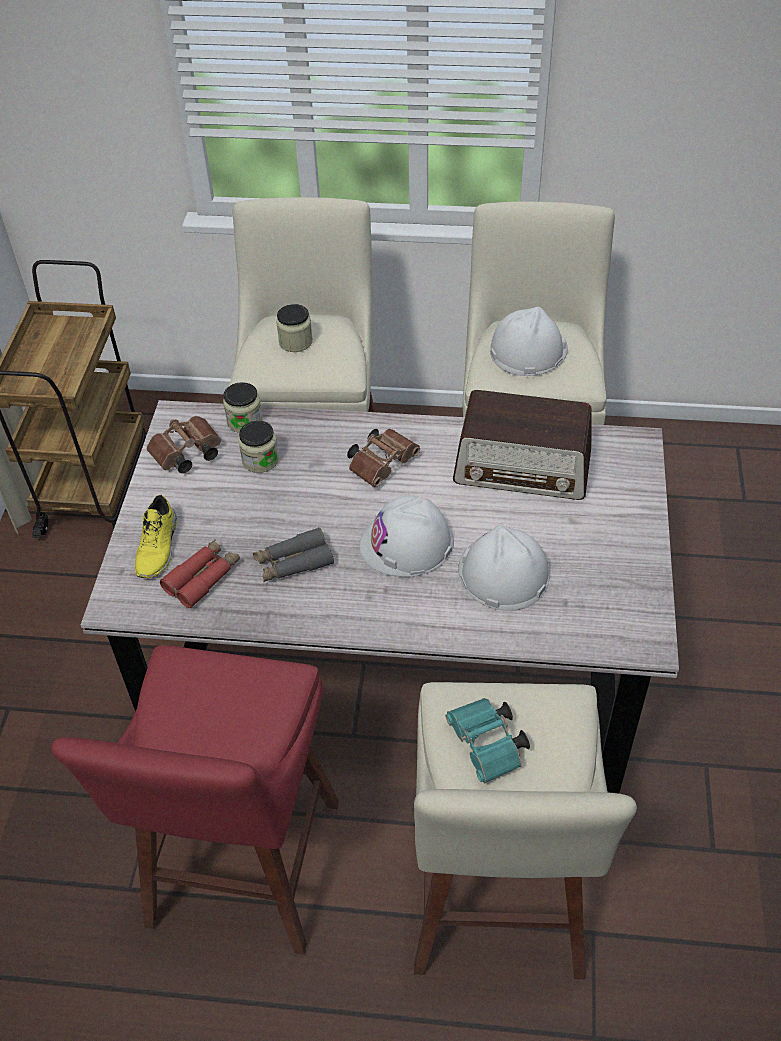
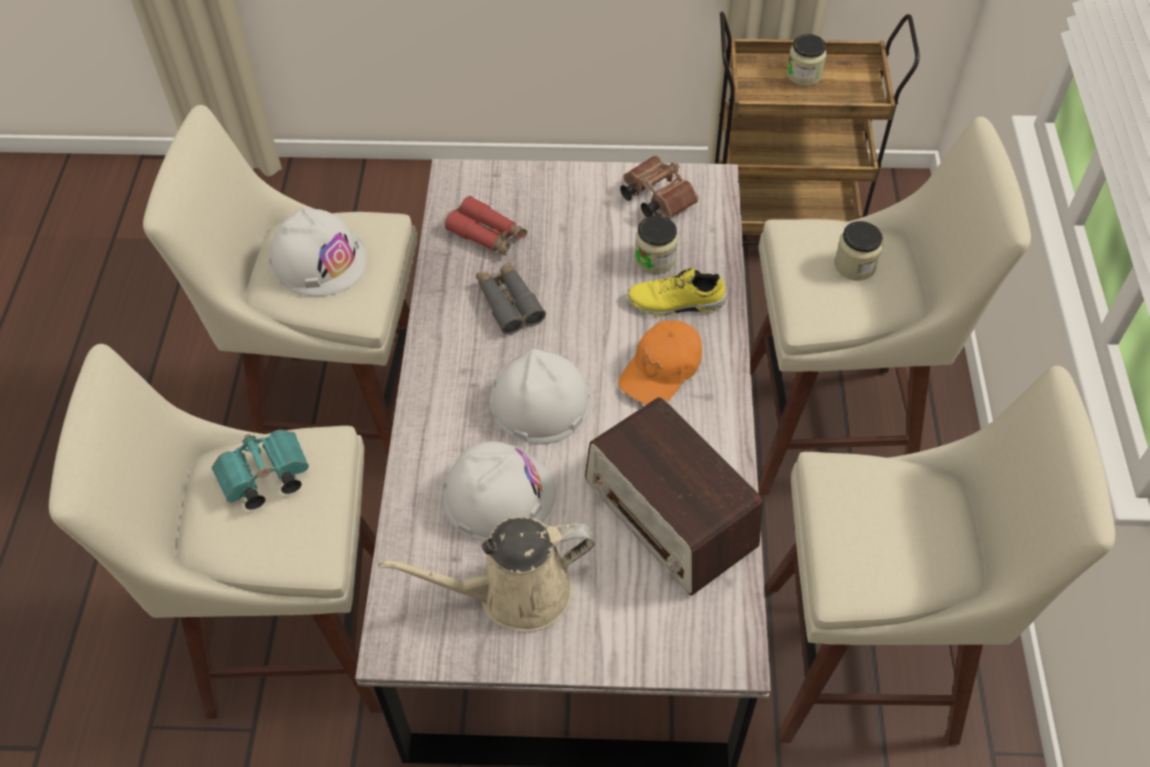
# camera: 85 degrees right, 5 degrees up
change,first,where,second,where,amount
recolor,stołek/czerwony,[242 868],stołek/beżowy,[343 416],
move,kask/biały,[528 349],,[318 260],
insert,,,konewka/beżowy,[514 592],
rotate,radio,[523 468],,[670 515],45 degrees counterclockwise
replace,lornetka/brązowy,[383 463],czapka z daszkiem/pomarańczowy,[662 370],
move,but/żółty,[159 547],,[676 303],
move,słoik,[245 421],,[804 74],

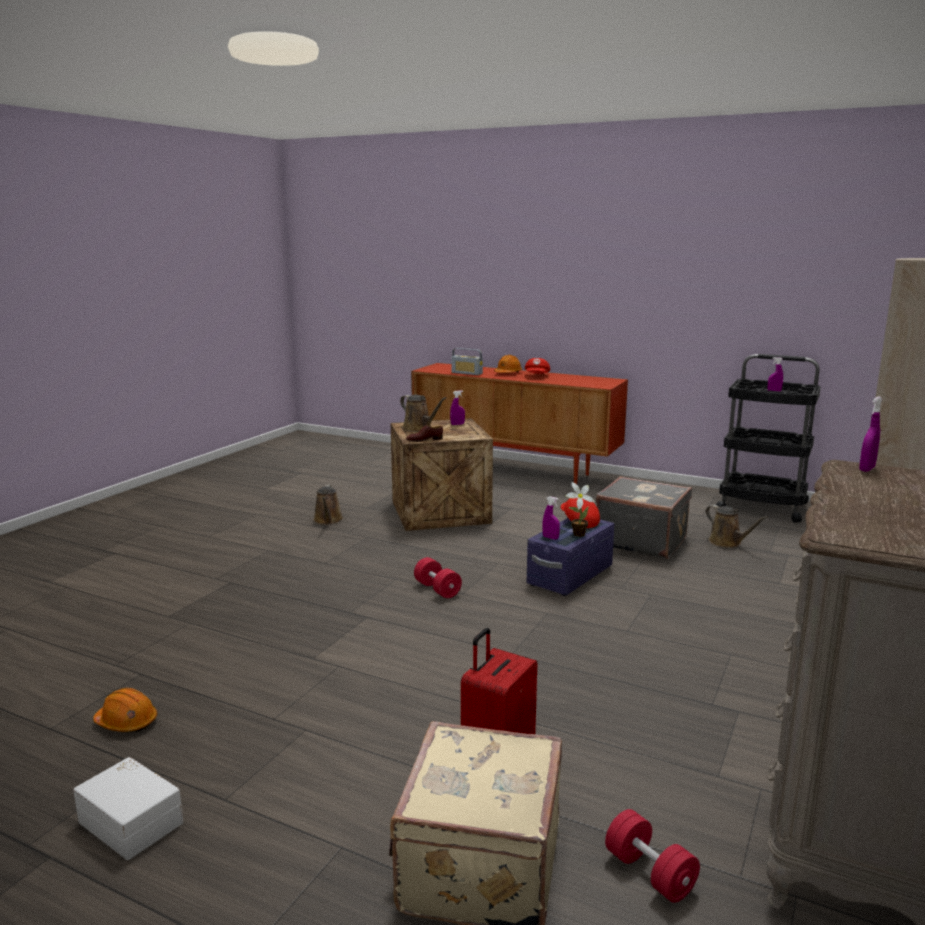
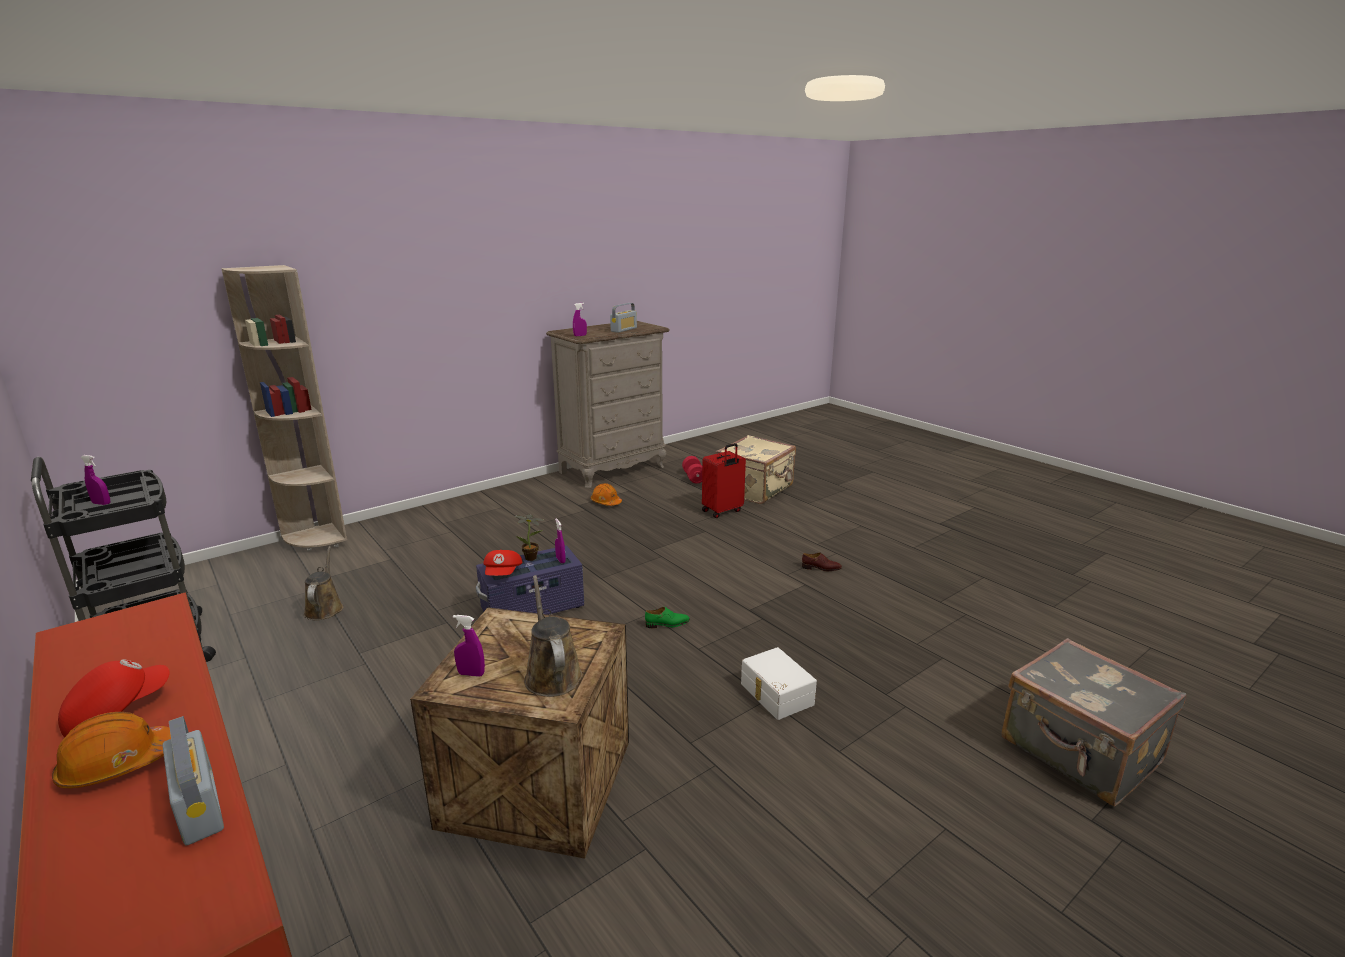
# camera: 155 degrees left, 5 degrees up
change,first,where,second,where,amount
move,kask/pomarańczowy,[127 722],,[606 502],
insert,,,radio,[624 330],
replace,hantel/czerwony,[437 589],but/zielony,[667 624],
move,pojemnik do przechowywania/biały,[133 821],,[775 694],
move,but/brązowy,[424 440],,[821 568],
move,walizka/szary,[641 541],,[1079 752],
delete,konewka/brązowy,[328 520],,,

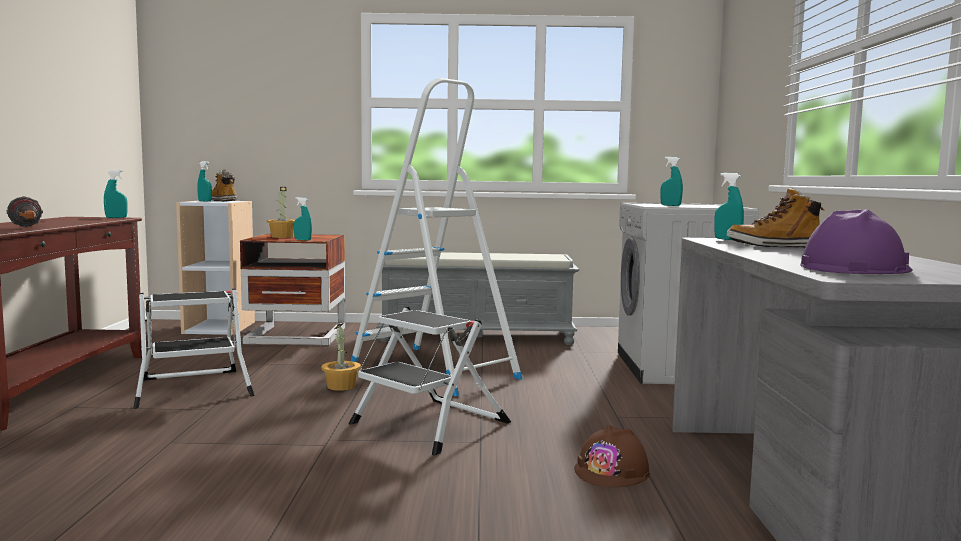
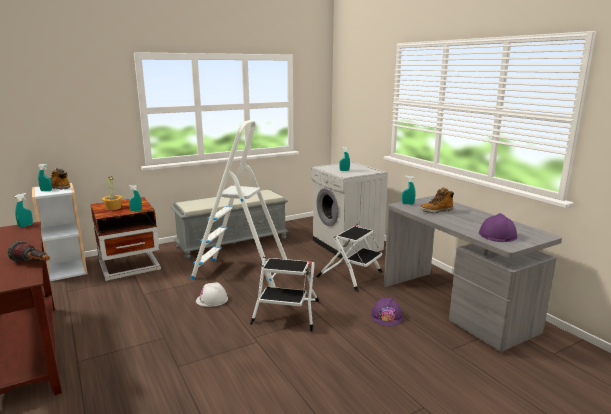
# camera: 30 degrees left, 10 degrees up
change,first,where,second,where,amount
replace,roślina doniczkowa,[341 386],kask/biały,[212 299],
move,drabinka,[193 388],,[350 275],
recolor,kask/brązowy,[612 471],kask/fioletowy,[386 317],

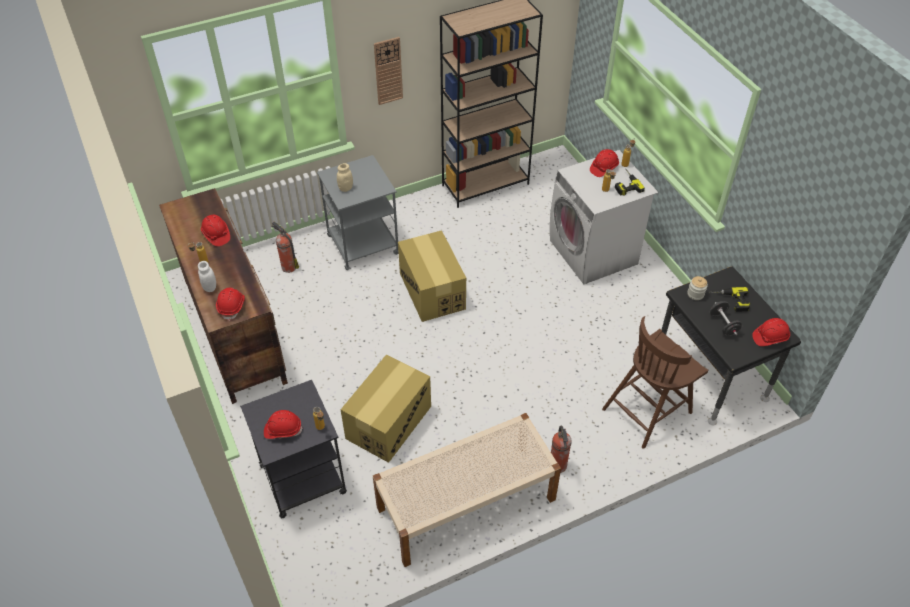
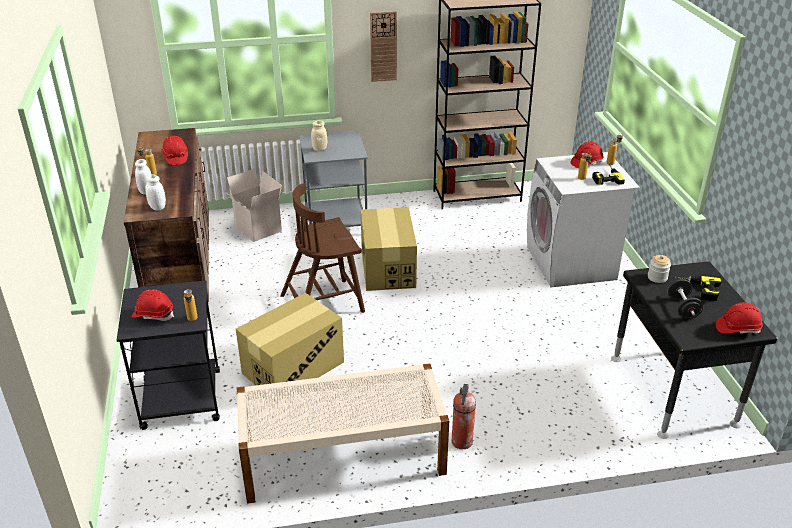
# camera: 15 degrees right, 15 degrees down
change,first,where,second,where,amount
replace,kask/czerwony,[232 307],słoik/biały,[157 207],
replace,gaśnica,[288 266],karton,[256 229],
move,krzesło/brązowy,[648 409],,[324 303],

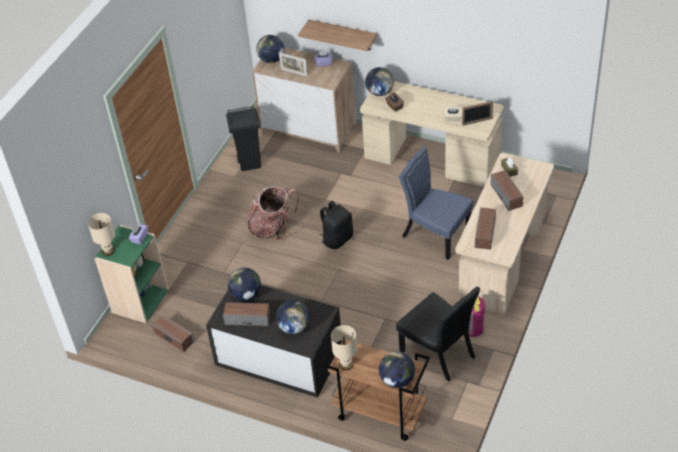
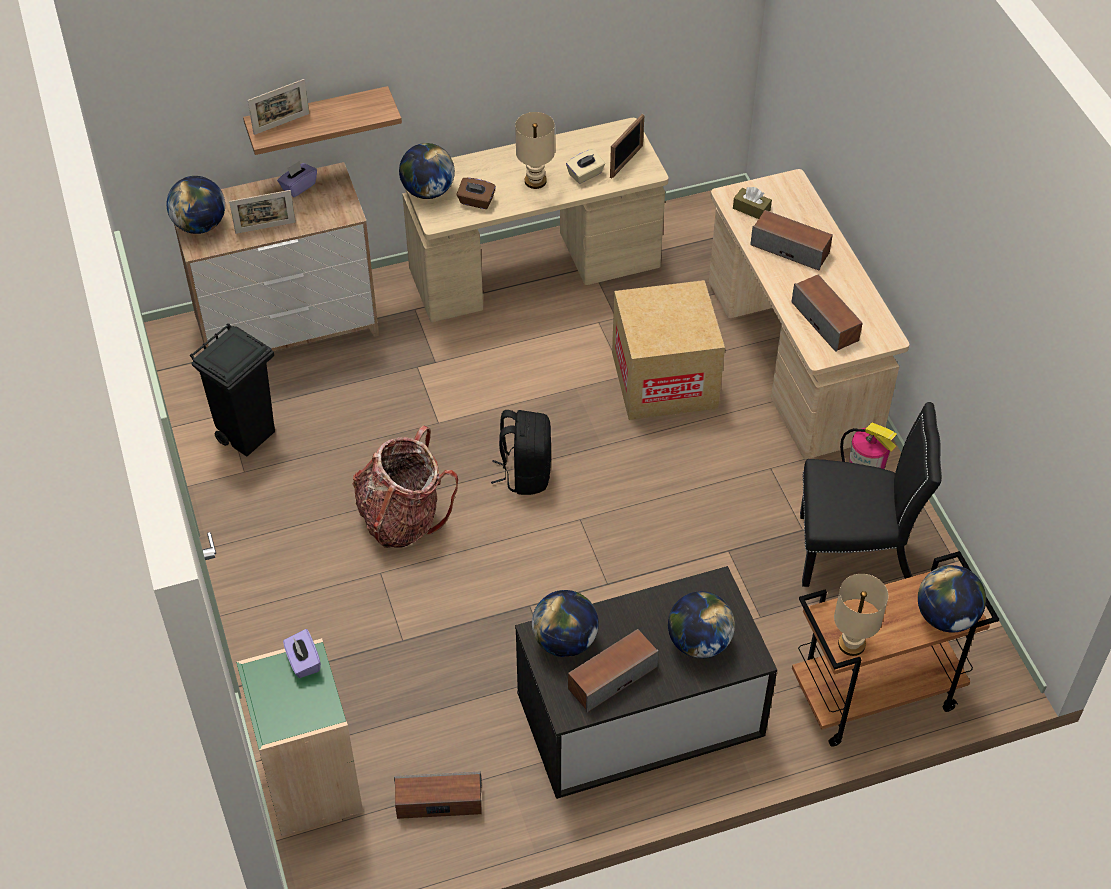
# camera: 45 degrees left, 5 degrees up
change,first,where,second,where,amount
insert,,,ramka na zdjęcie,[281 124],
move,lampa stołowa/beżowy,[108 251],,[535 181],
replace,krzesło/niebieski,[436 235],karton,[664 380],

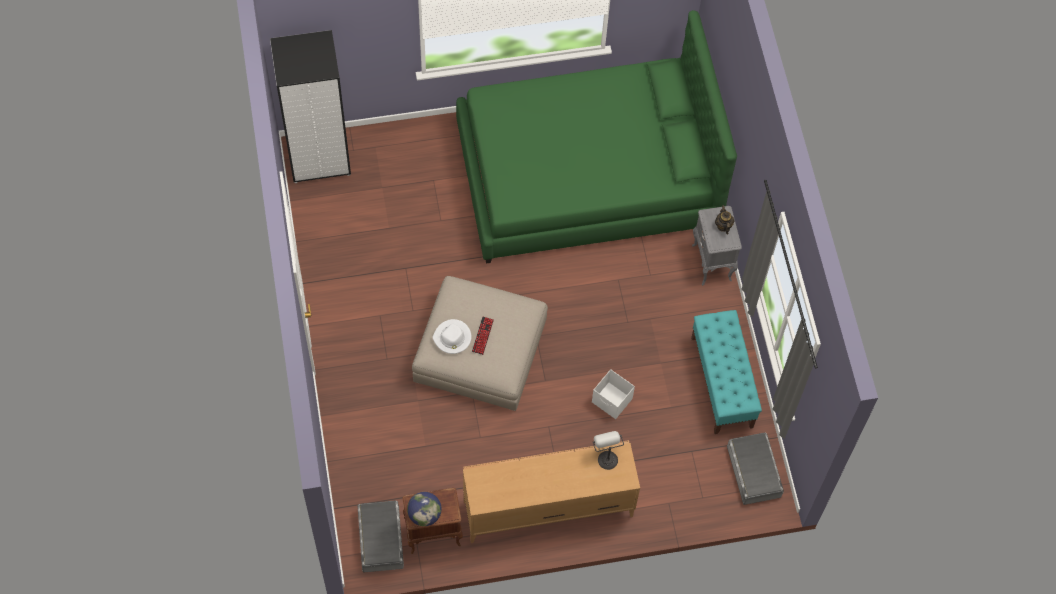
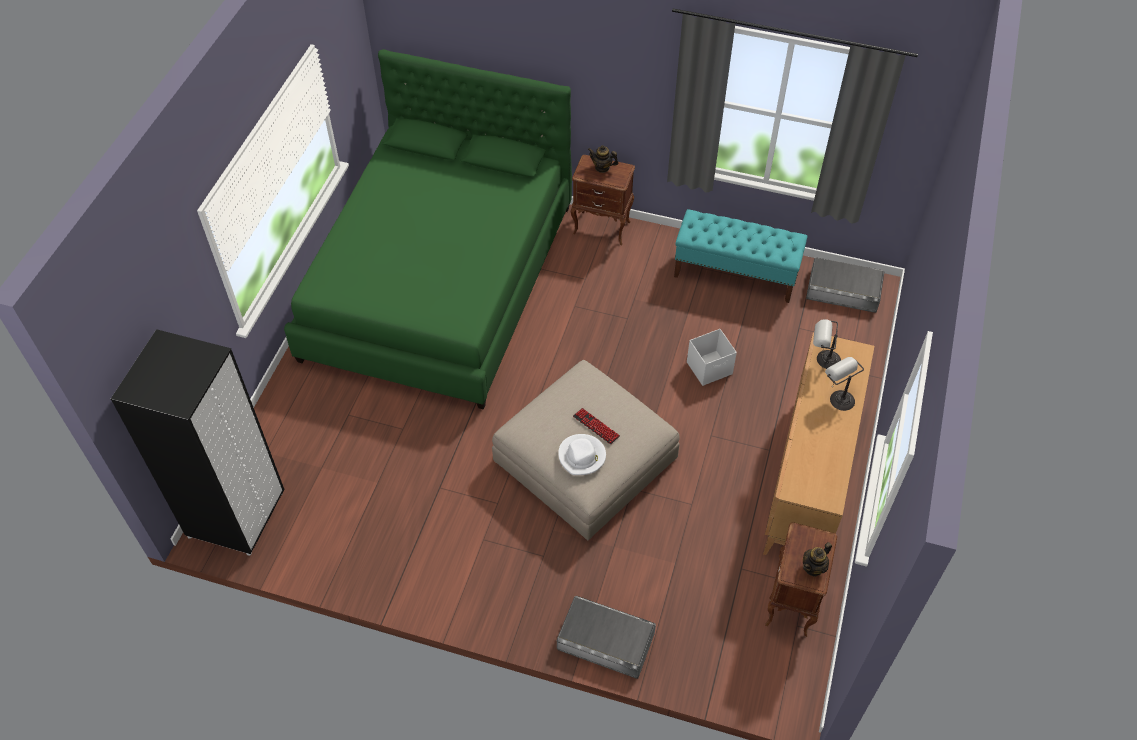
# camera: 60 degrees left, 10 degrees down
change,first,where,second,where,amount
move,pojemnik do przechowywania/szary,[380 539],,[605 641],
recolor,szafka nocna/szary,[712 263],szafka nocna/brązowy,[602 228],
replace,globus,[424 514],imbryk,[813 568],
insert,,,lampa stołowa,[838 397],

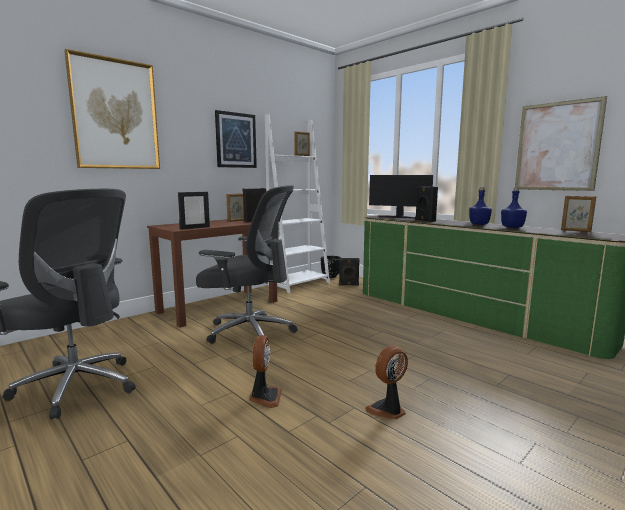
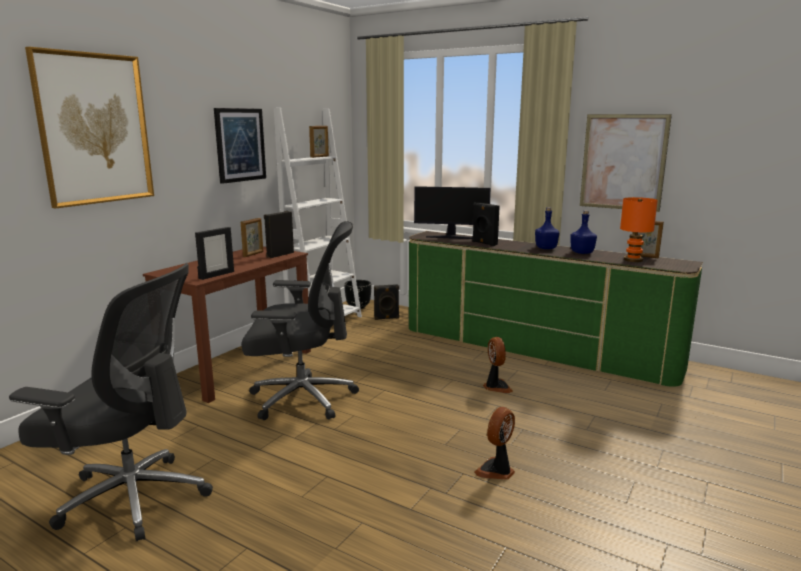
# camera: 15 degrees left, 5 degrees up
change,first,where,second,where,amount
move,wentylator,[264 397],,[496 387],
insert,,,lampa stołowa/pomarańczowy,[633 259],

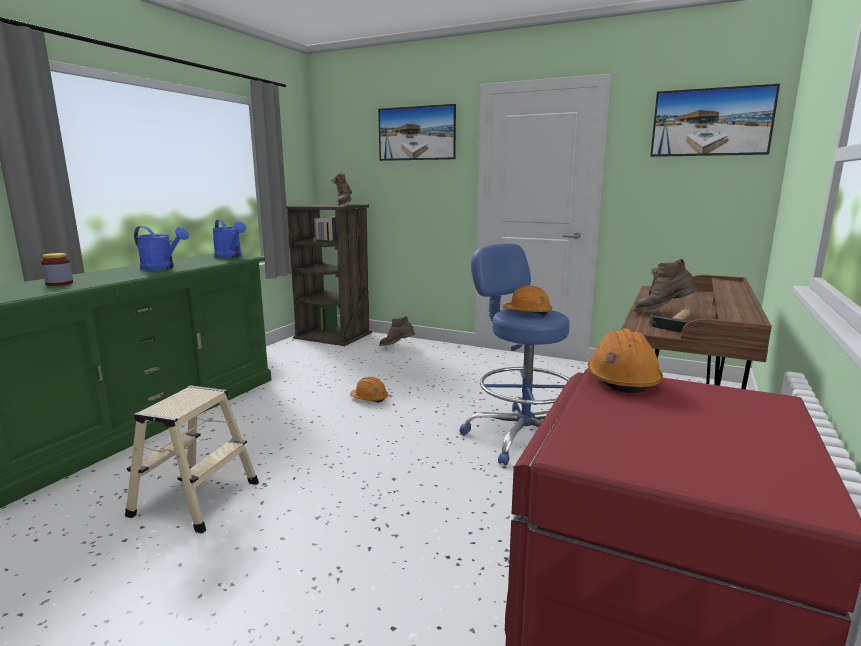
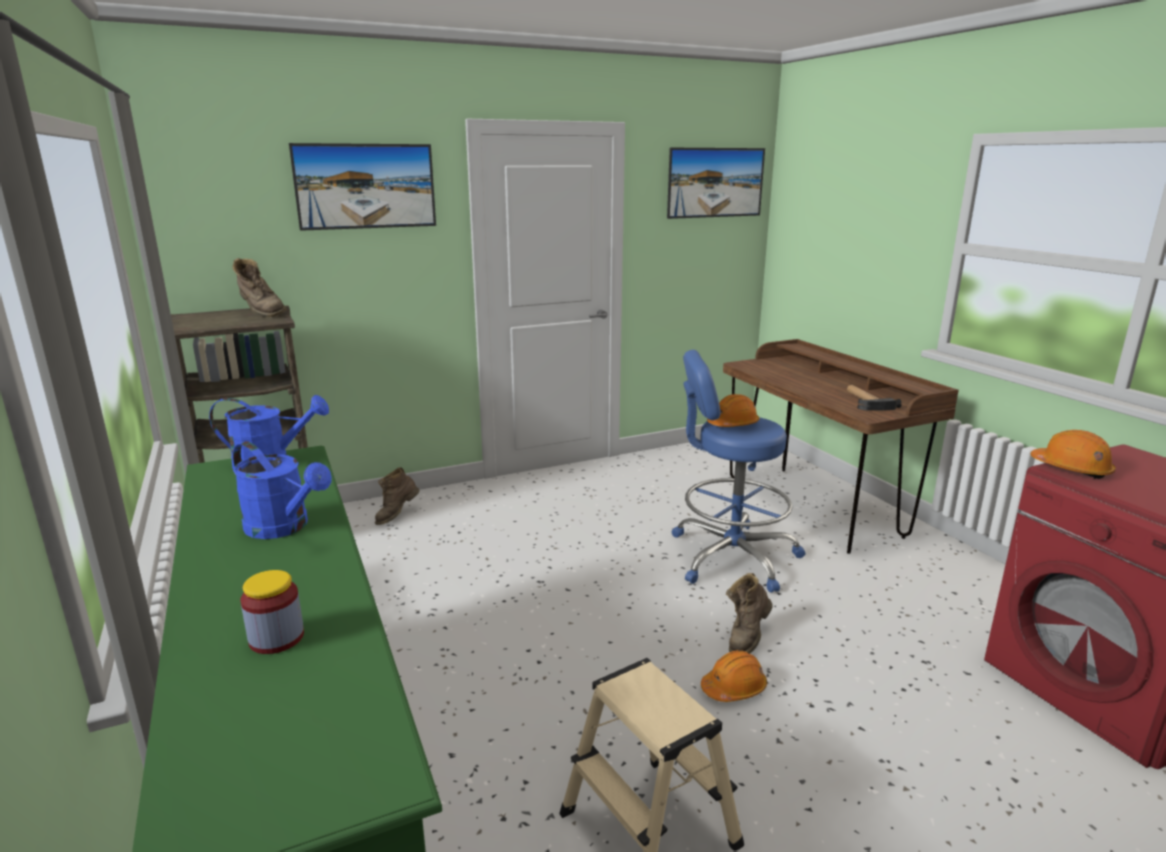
# camera: 50 degrees left, 5 degrees up
change,first,where,second,where,amount
rotate,konewka/niebieski,[162 268],,[284 528],60 degrees clockwise
move,kask/pomarańczowy,[369 398],,[734 688],
move,but z cholewką/brązowy,[662 312],,[747 638],

